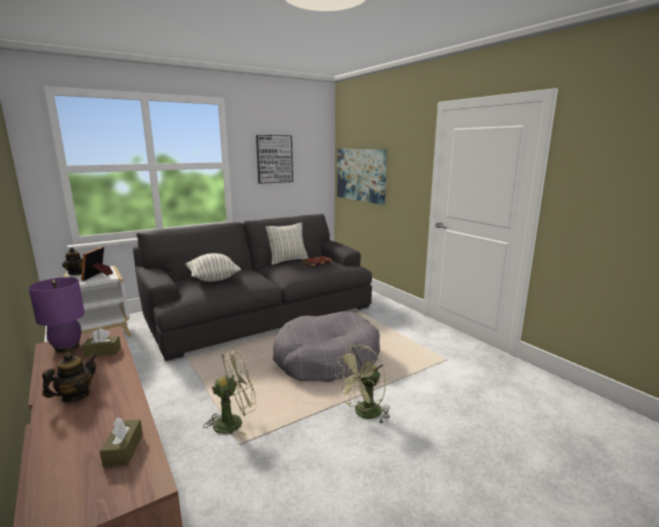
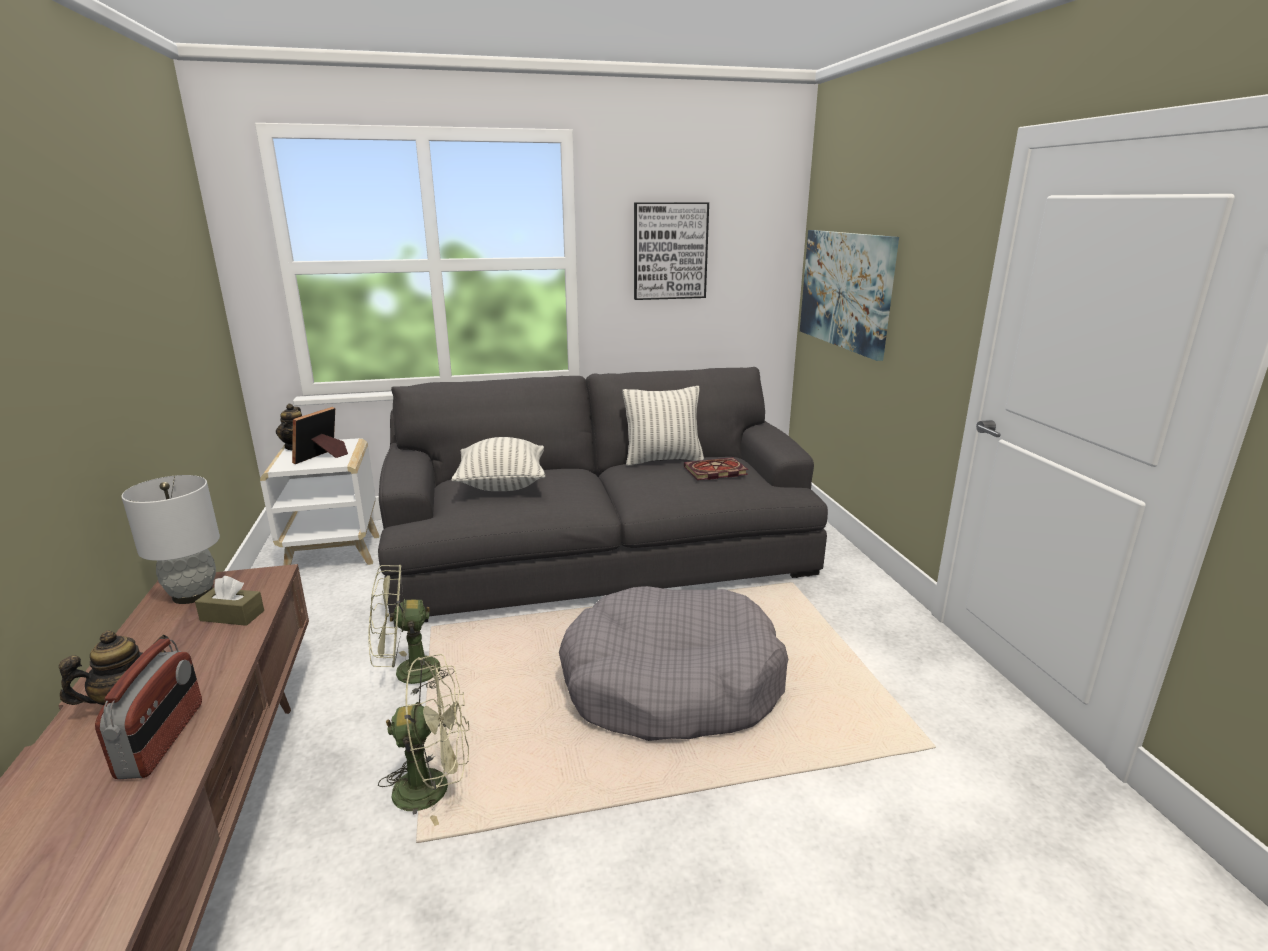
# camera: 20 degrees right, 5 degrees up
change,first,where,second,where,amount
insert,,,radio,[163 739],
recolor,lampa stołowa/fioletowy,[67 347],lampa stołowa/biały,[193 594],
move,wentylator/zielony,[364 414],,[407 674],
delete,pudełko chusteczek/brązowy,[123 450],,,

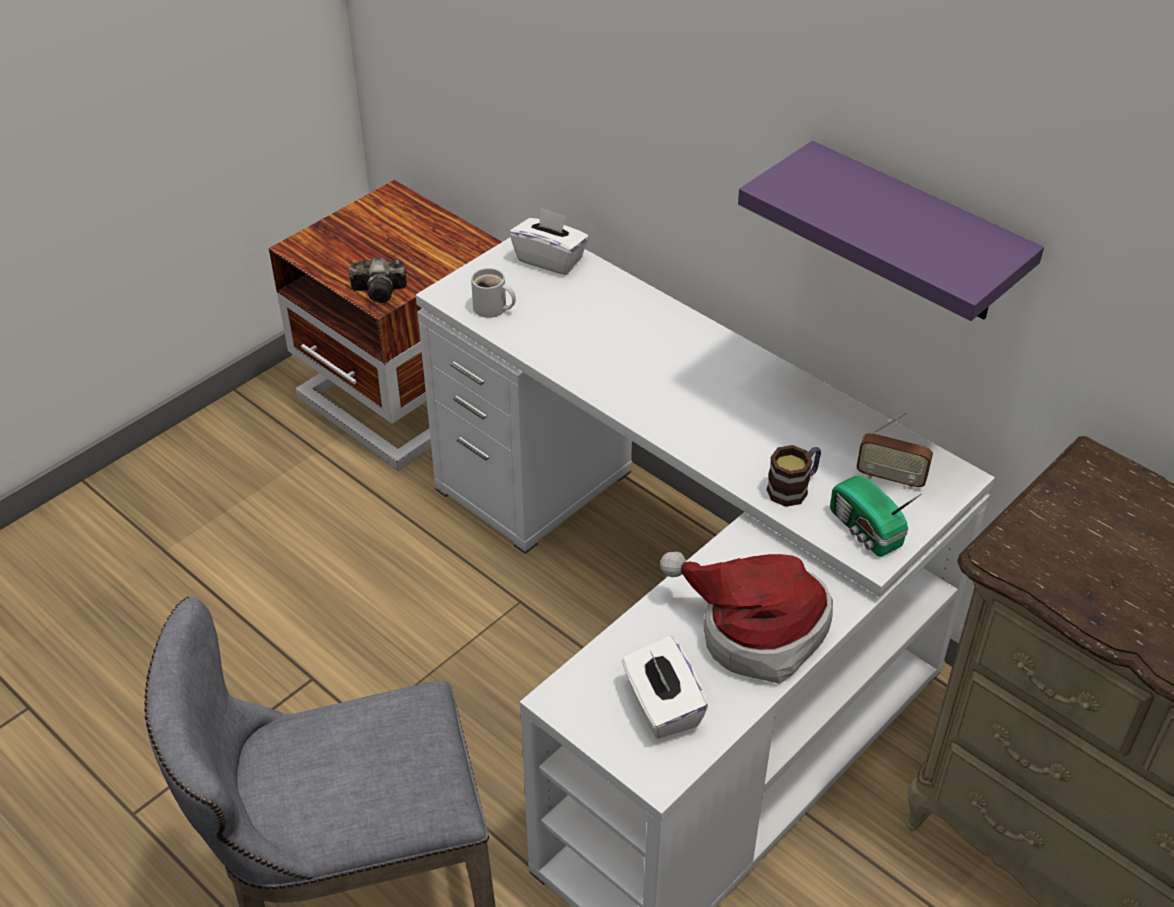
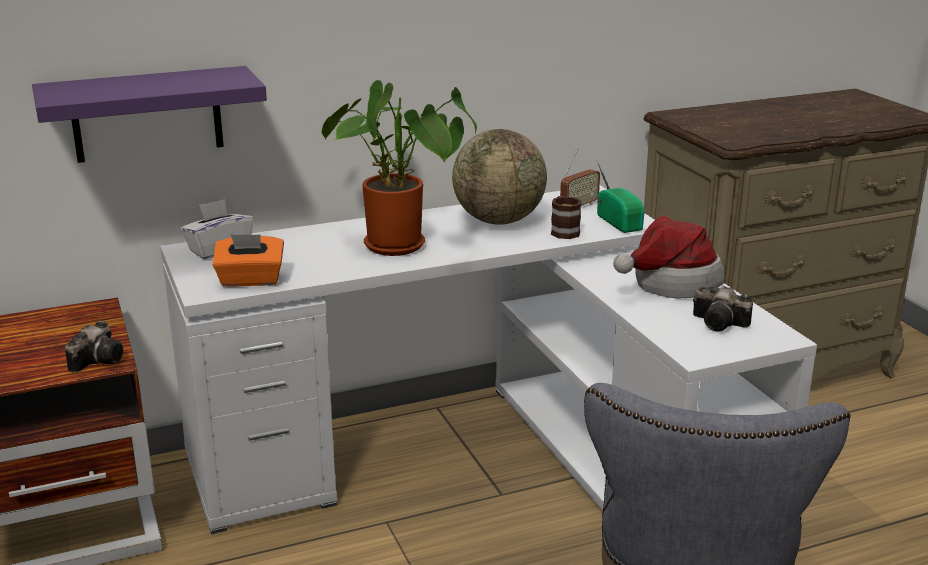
# camera: 65 degrees left, 20 degrees down
change,first,where,second,where,amount
move,półka/fioletowy,[914 235],,[147 114],
replace,kubek/biały,[492 309],pudełko chusteczek/pomarańczowy,[250 280],
insert,,,roślina doniczkowa,[402 246],
insert,,,globus,[498 221],
rotate,radio,[865 531],,[619 222],105 degrees counterclockwise
replace,pudełko chusteczek/biały,[662 706],aparat fotograficzny,[721 323],

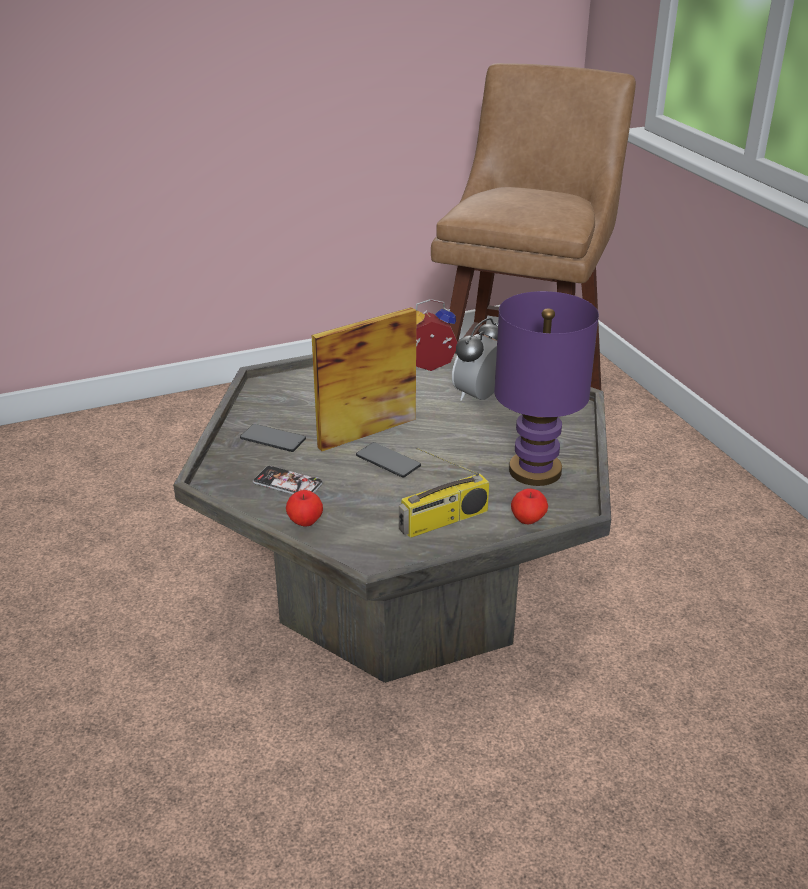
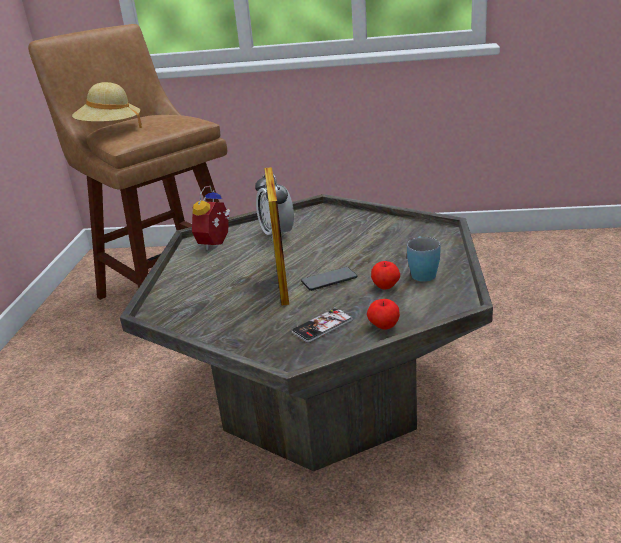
# camera: 60 degrees left, 5 degrees down
change,first,where,second,where,amount
insert,,,kapelusz/beżowy,[110 129],
move,jabłko,[528 520],,[385 286],
replace,radio,[443 521],kubek/niebieski,[422 272],
delete,telefon,[273 439],,,
delete,lampa stołowa/fioletowy,[534 471],,,

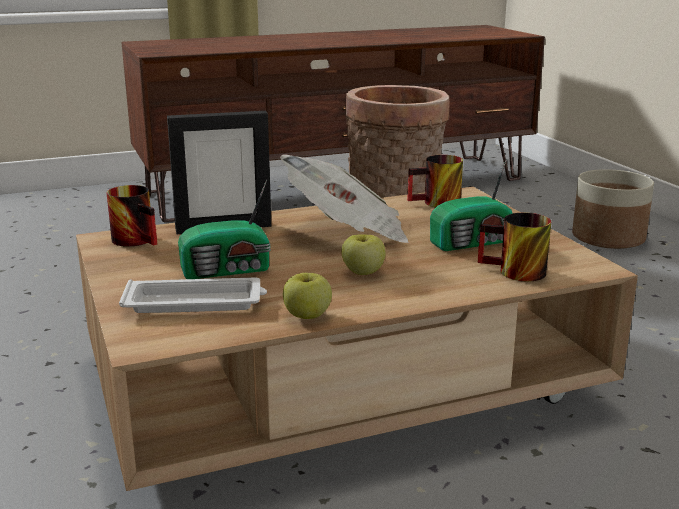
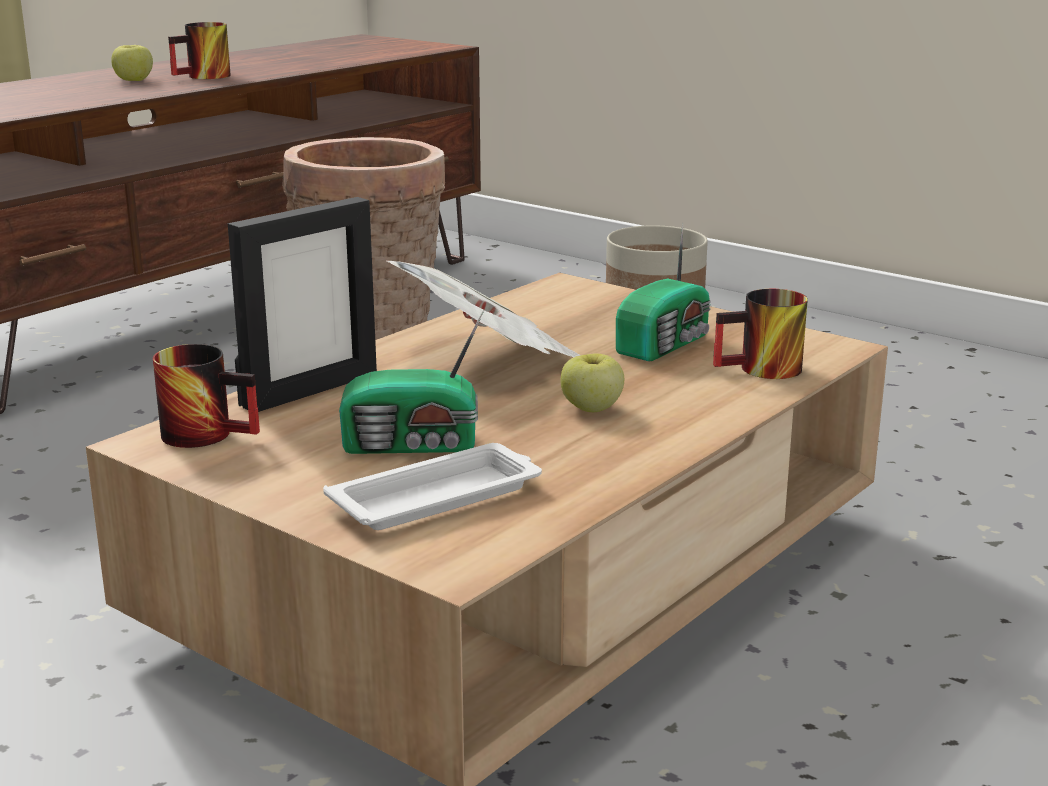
# camera: 30 degrees left, 0 degrees up
change,first,where,second,where,amount
move,jabłko,[307 316],,[134 80],
move,kubek,[437 204],,[205 77],
rotate,radio,[228 271],,[414 446],45 degrees clockwise

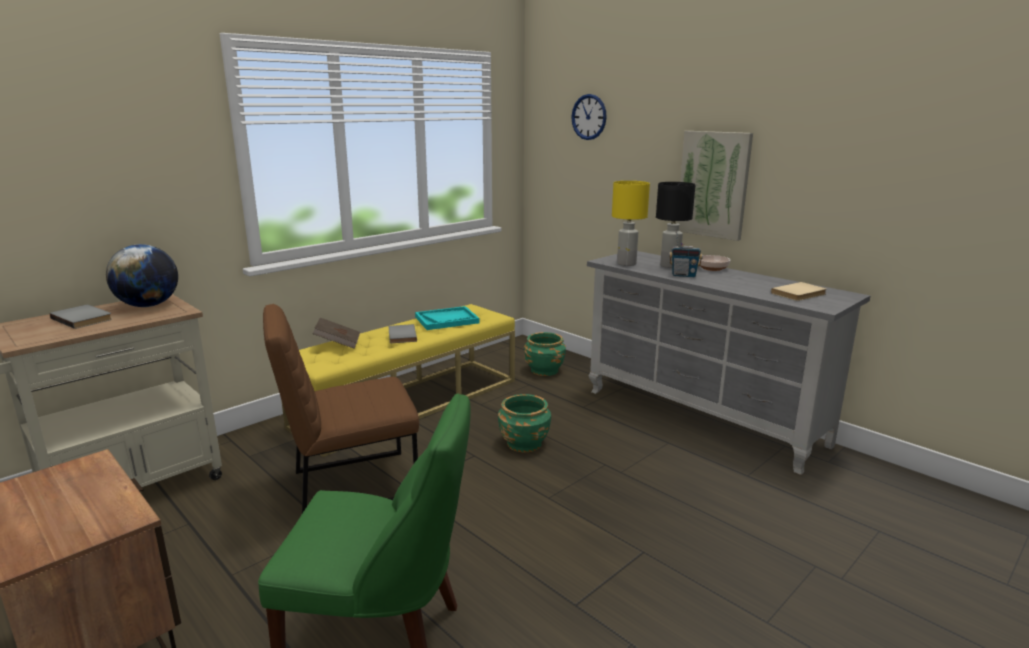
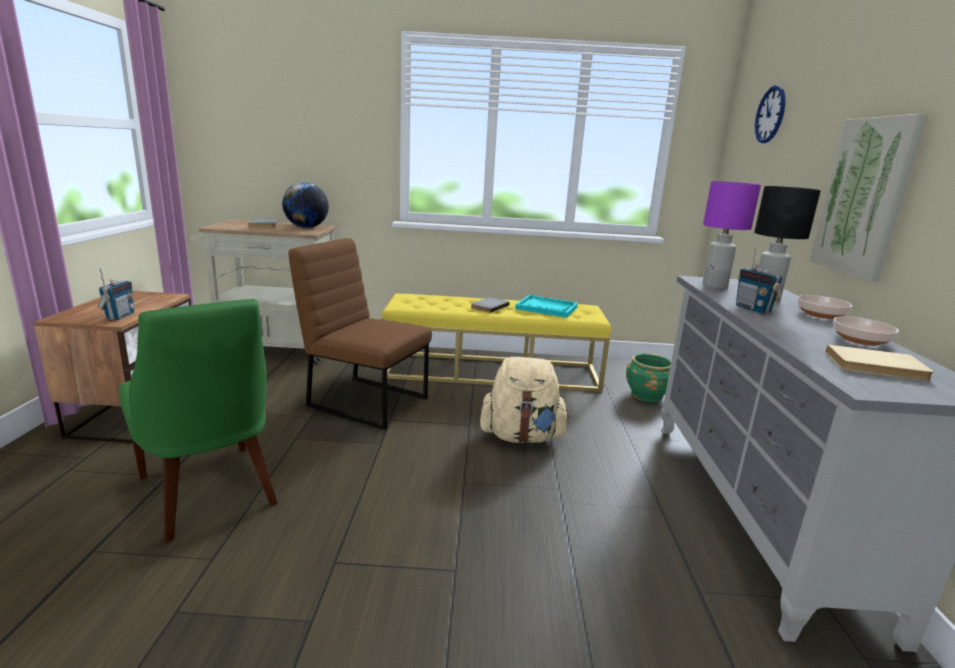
# camera: 45 degrees right, 0 degrees up
change,first,where,second,where,amount
insert,,,radio,[120 316],
replace,donica/zielony,[524 443],plecak/beżowy,[521 436],
recolor,lampa stołowa/żółty,[627 264],lampa stołowa/fioletowy,[714 286],
insert,,,miska,[860 340],
delete,książka/brązowy,[338 343],,,

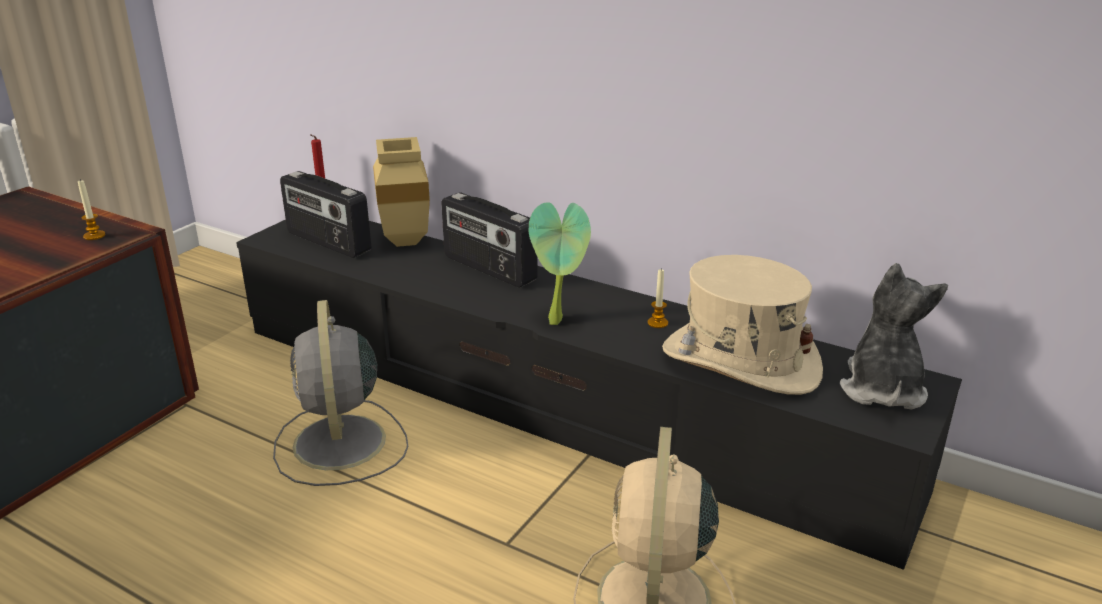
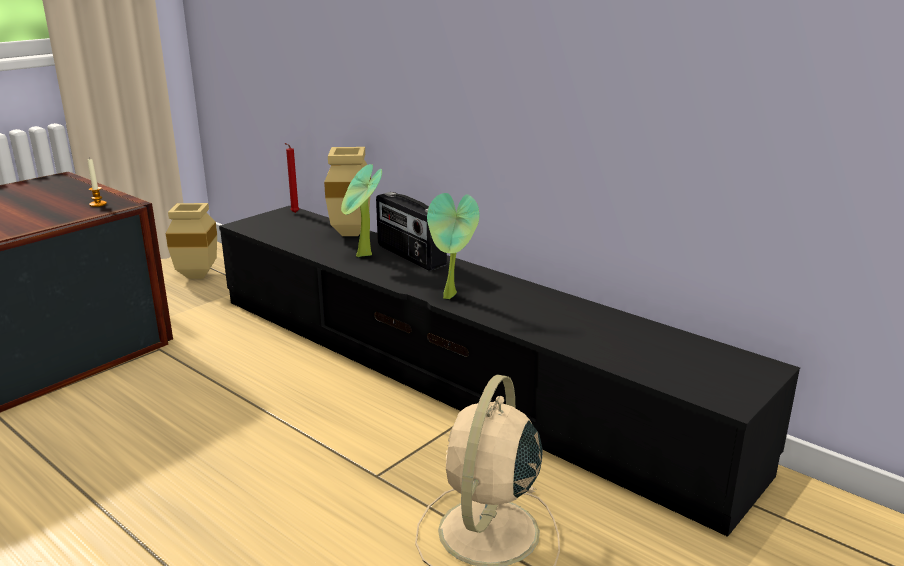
# camera: 10 degrees right, 5 degrees down
change,first,where,second,where,amount
insert,,,wazon/beżowy,[200 275],
insert,,,roślina doniczkowa,[363 256],
delete,wentylator/szary,[340 445],,,
delete,radio,[327 242],,,
delete,świeca,[657 323],,,
delete,kapelusz/beżowy,[739 362],,,
delete,pluszak,[881 389],,,

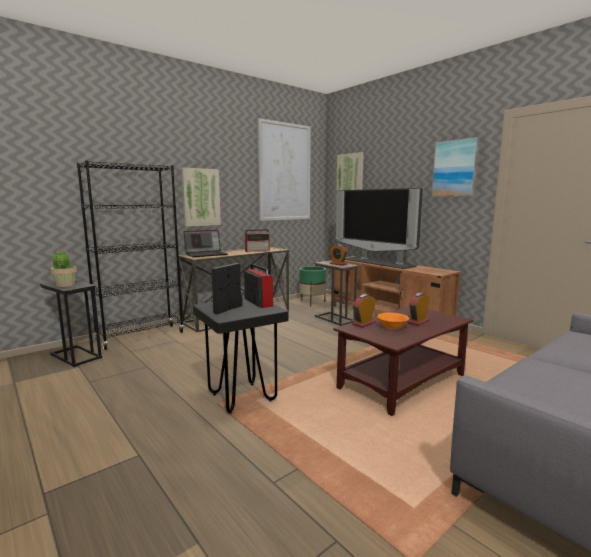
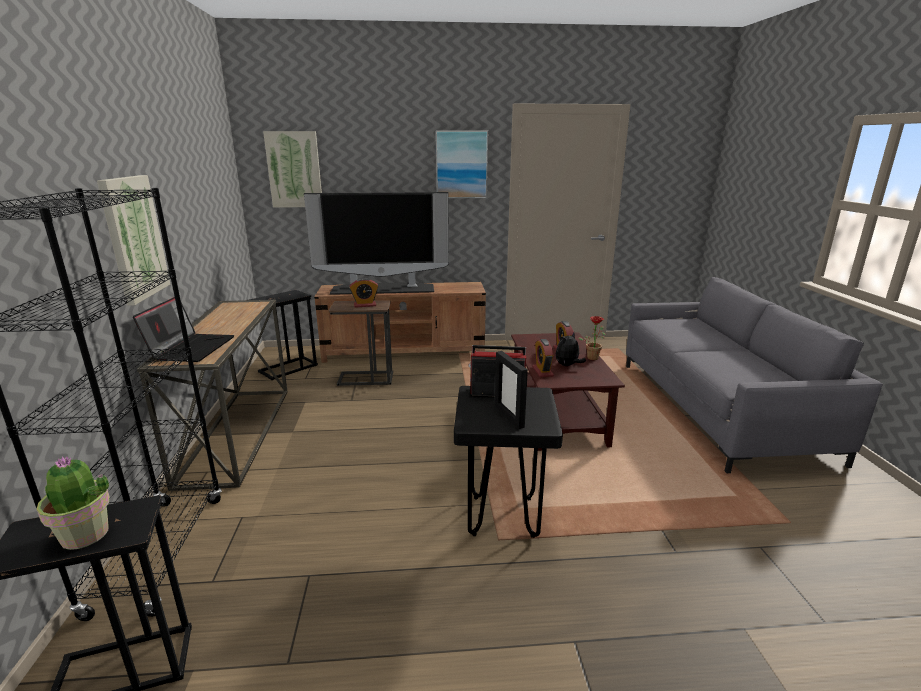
# camera: 55 degrees left, 10 degrees up
change,first,where,second,where,amount
replace,donica/zielony,[312 303],stolik/czarny,[288 368],
replace,miska/pomarańczowy,[392 328],pluszak,[568 365],
insert,,,roślina doniczkowa,[592 357],
delete,radio,[258 251],,,
delete,obraz,[284 172],,,

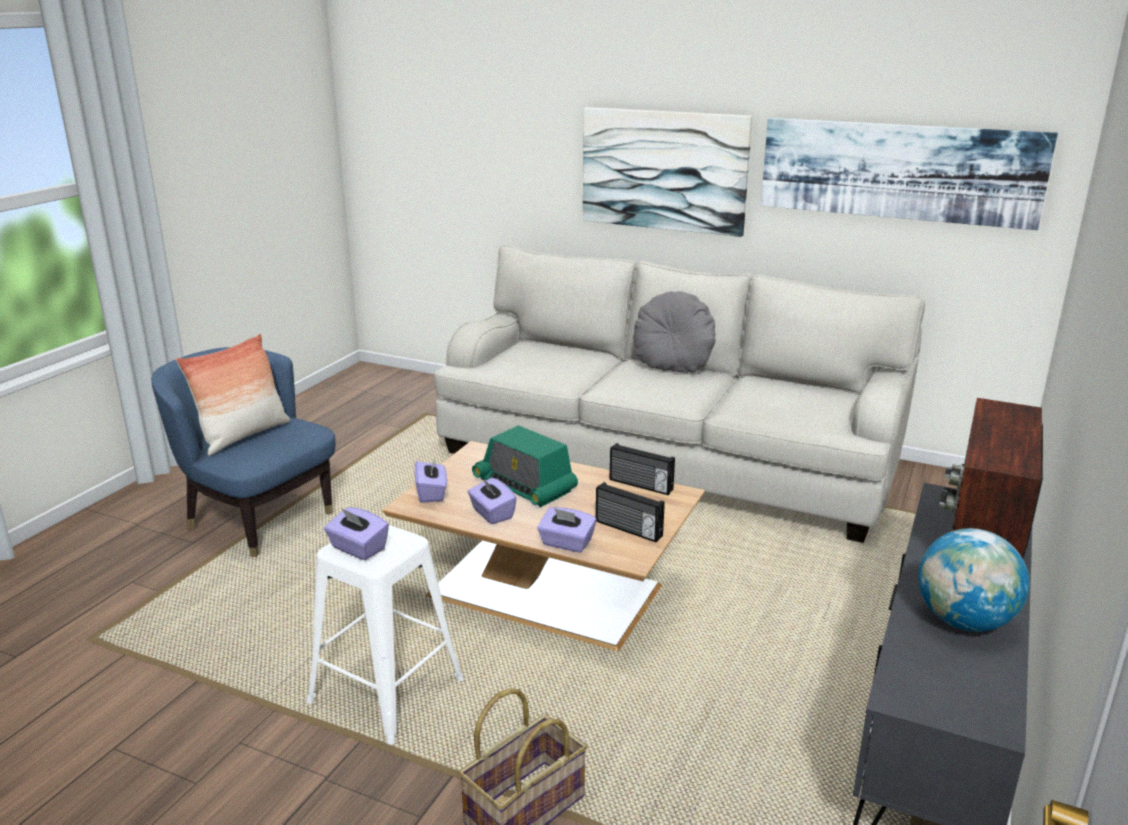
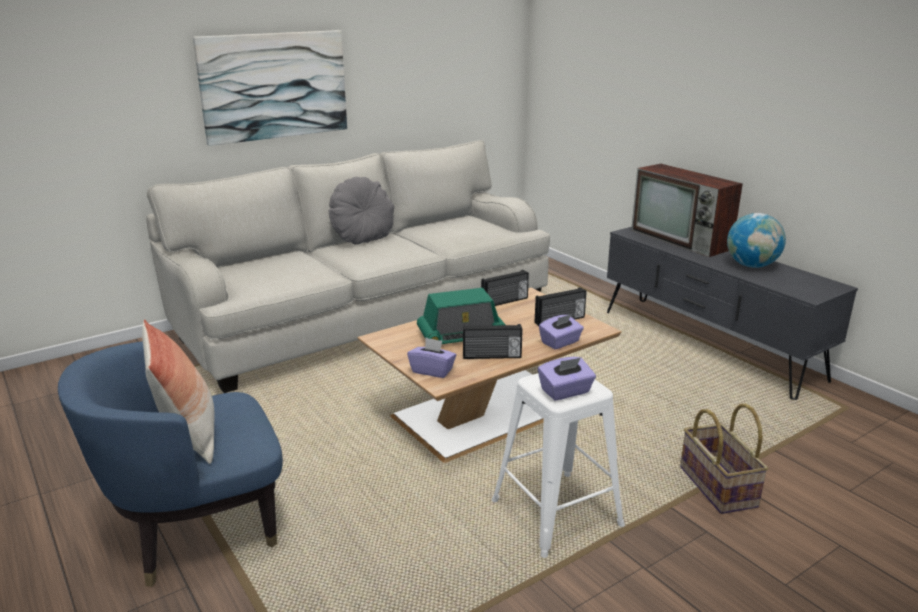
# camera: 60 degrees left, 0 degrees up
change,first,where,second,where,amount
replace,pudełko chusteczek/fioletowy,[492 513],radio,[492 356],
delete,obraz,[898 171],,,

